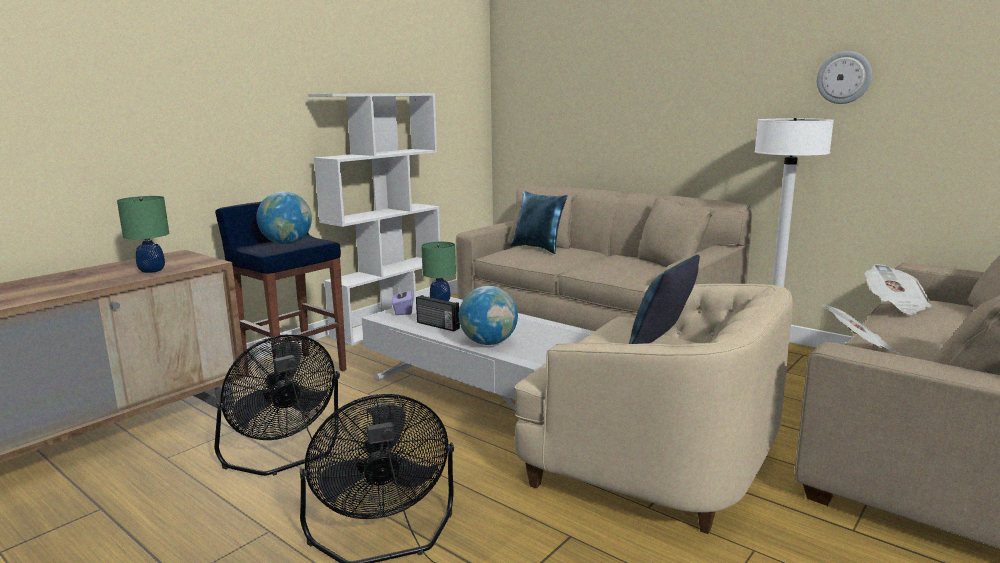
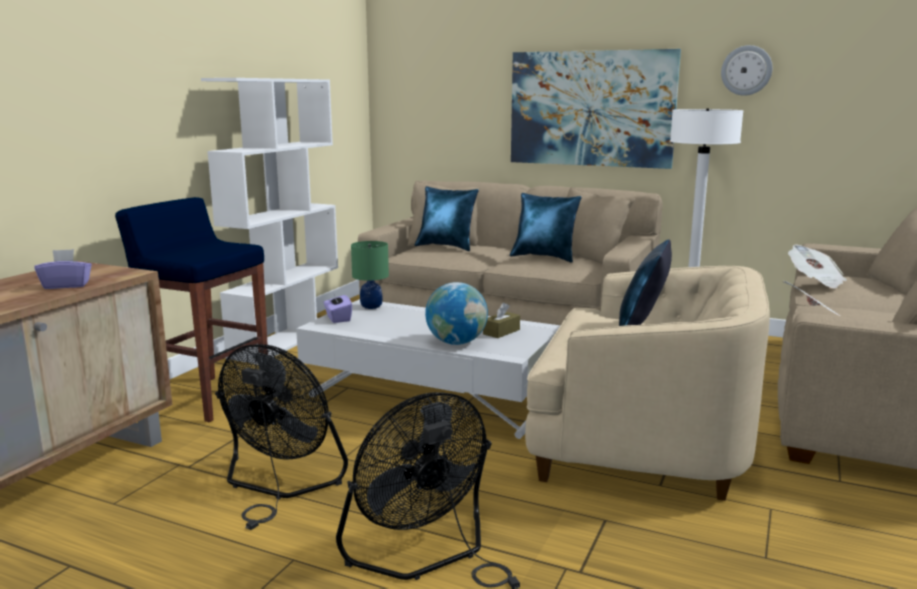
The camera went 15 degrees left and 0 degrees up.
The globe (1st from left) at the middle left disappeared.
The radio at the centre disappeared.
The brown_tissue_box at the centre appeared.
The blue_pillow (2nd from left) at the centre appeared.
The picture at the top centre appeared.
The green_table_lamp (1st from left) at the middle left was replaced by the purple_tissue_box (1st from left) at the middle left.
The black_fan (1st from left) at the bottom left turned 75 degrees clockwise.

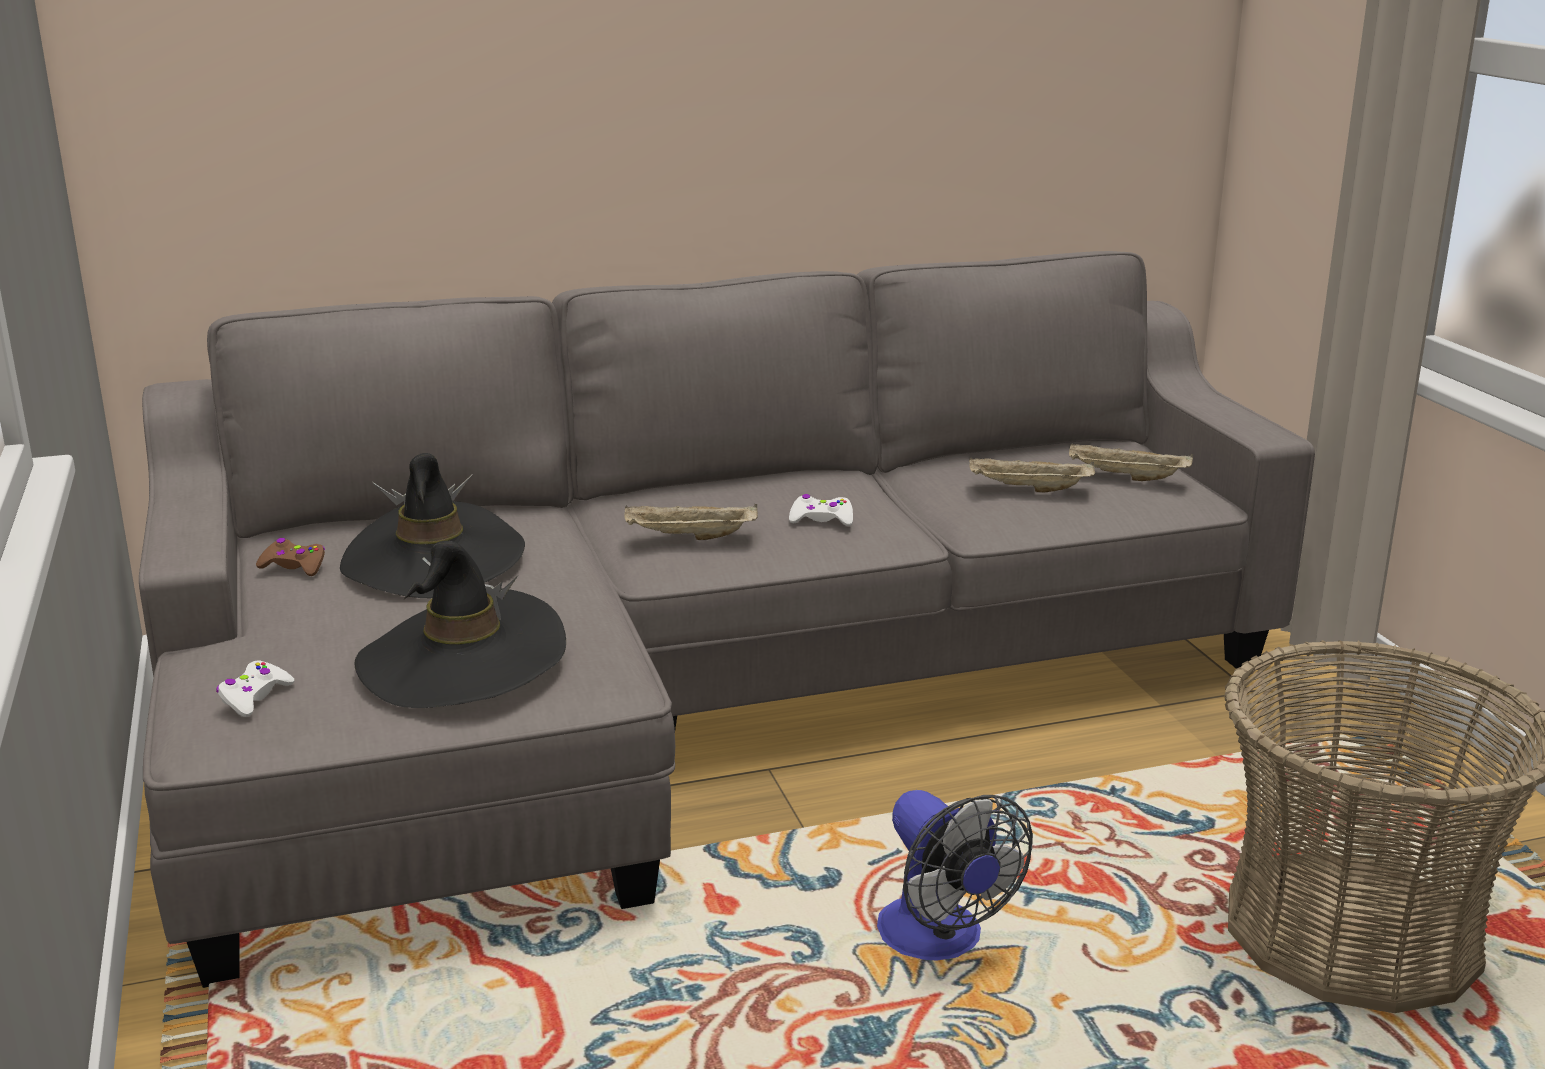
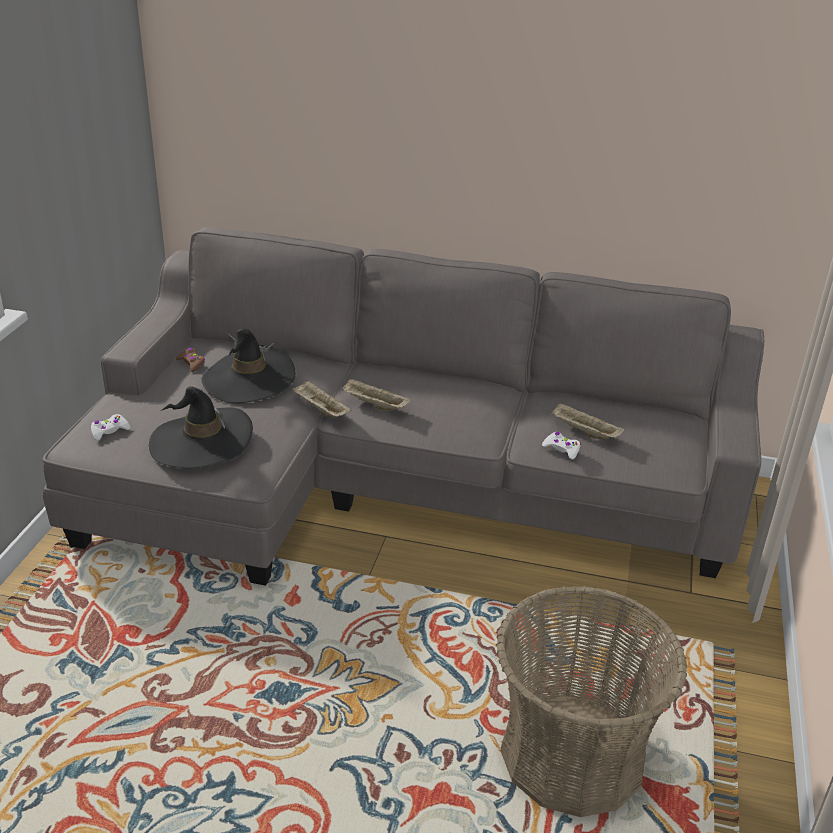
The camera went 30 degrees right and 10 degrees up.
The fan at the bottom centre disappeared.
The white_game_controller (2nd from left) moved from the centre to the middle right.
The beige_tray (3rd from left in the first image) moved from the middle right to the centre.

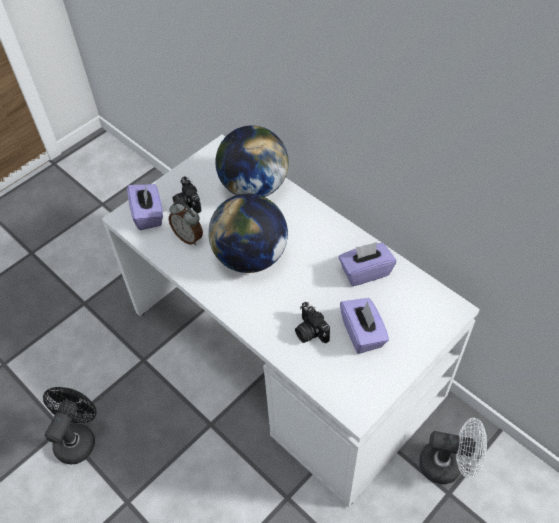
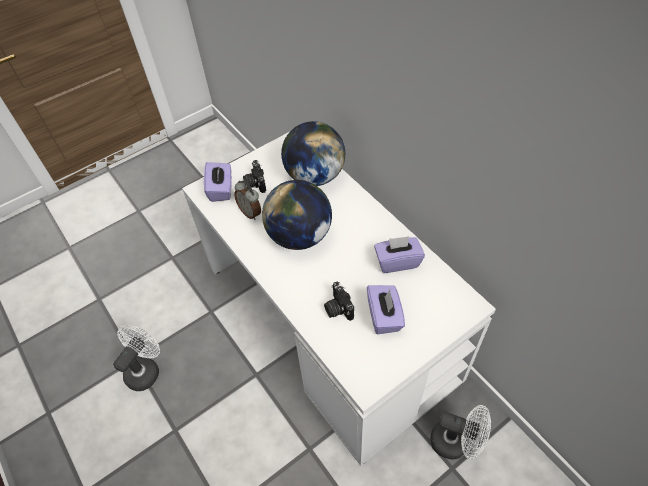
The camera went 10 degrees right and 0 degrees up.
The black_fan at the bottom left became the white_fan (1st from left) at the bottom left.

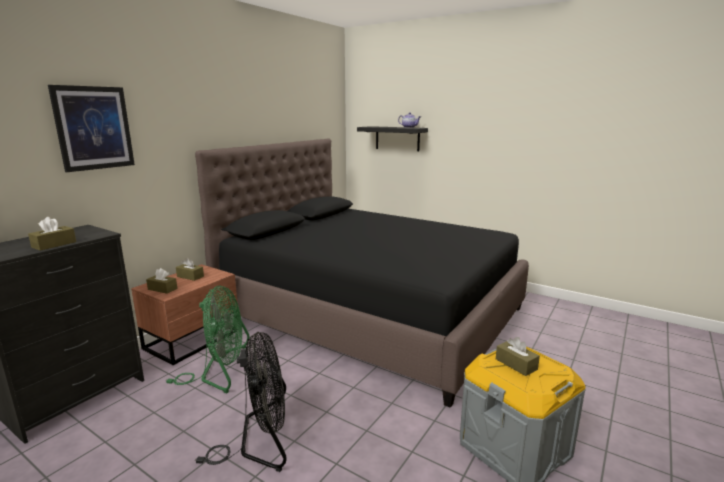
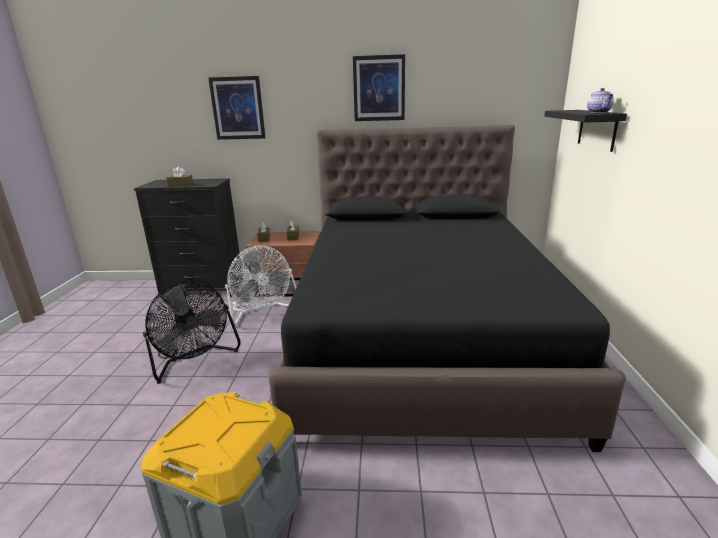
The camera went 60 degrees right and 5 degrees up.
The brown_tissue_box (4th from left) at the bottom right disappeared.
The picture (2nd from left) at the top centre appeared.
The green_fan at the bottom left became the white_fan at the centre.

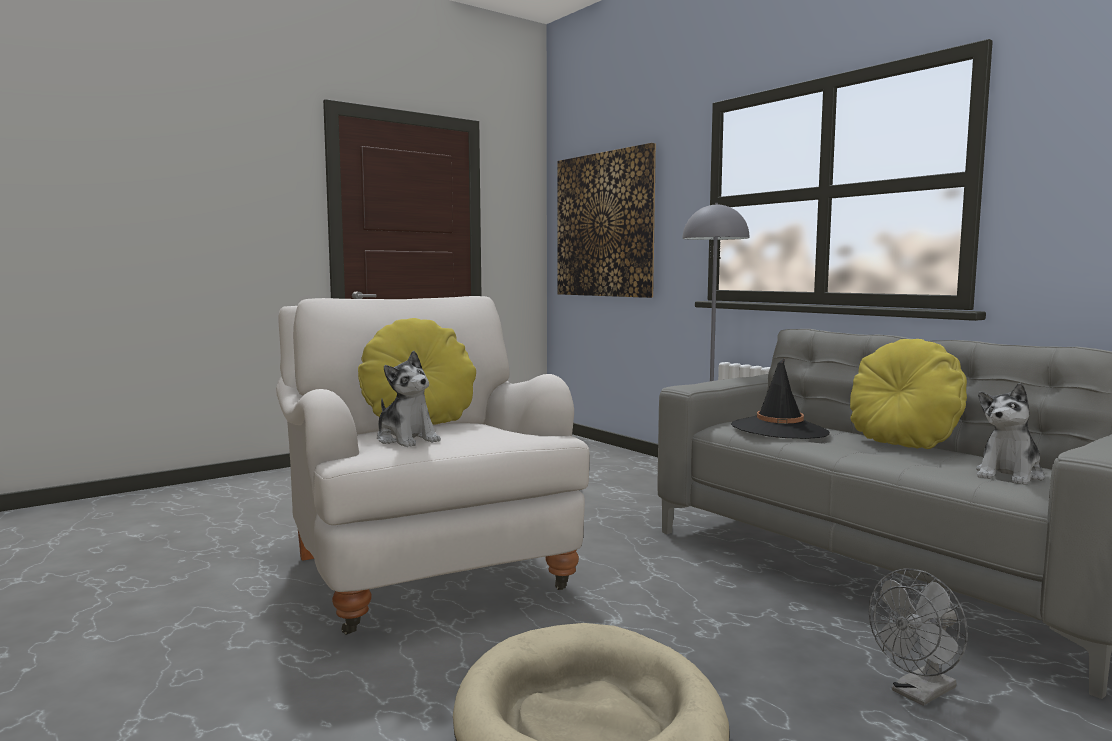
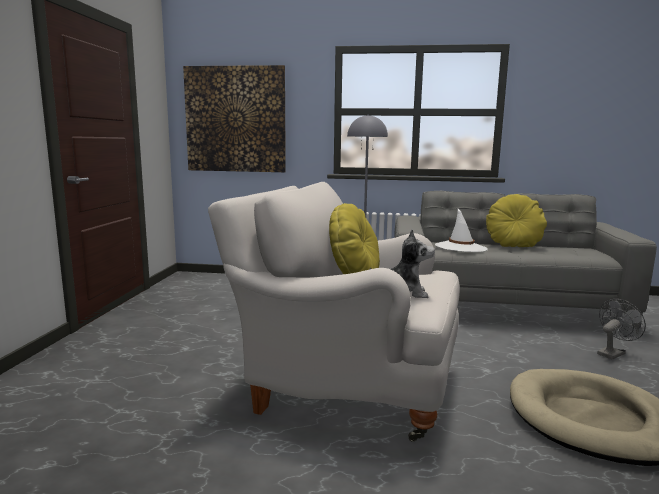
The camera went 45 degrees left and 5 degrees up.
The plush_toy (2nd from left) at the middle right disappeared.
The black_hat at the middle right became the white_hat at the middle right.
The grey_fan at the bottom right turned 135 degrees counterclockwise.

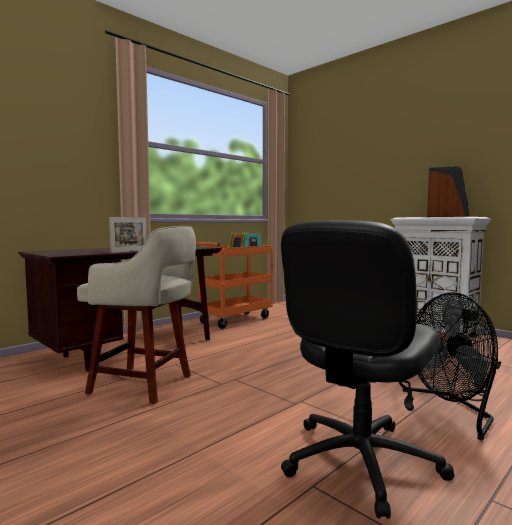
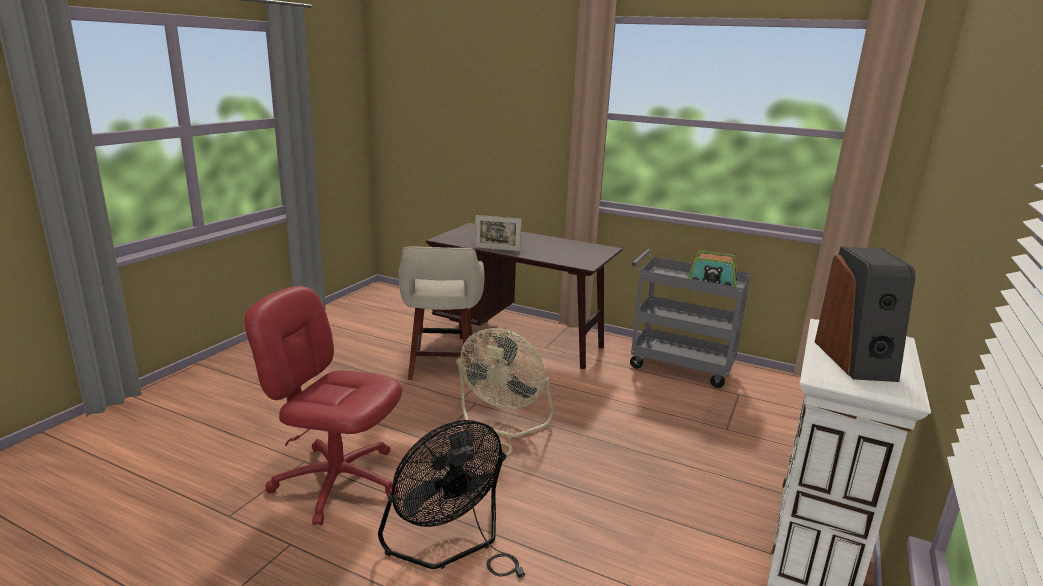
The camera went 70 degrees right and 15 degrees up.
The beige_fan at the bottom centre appeared.
The orange_cart at the centre became the grey_cart at the centre.
The black_office_chair at the bottom right became the red_office_chair at the bottom left.

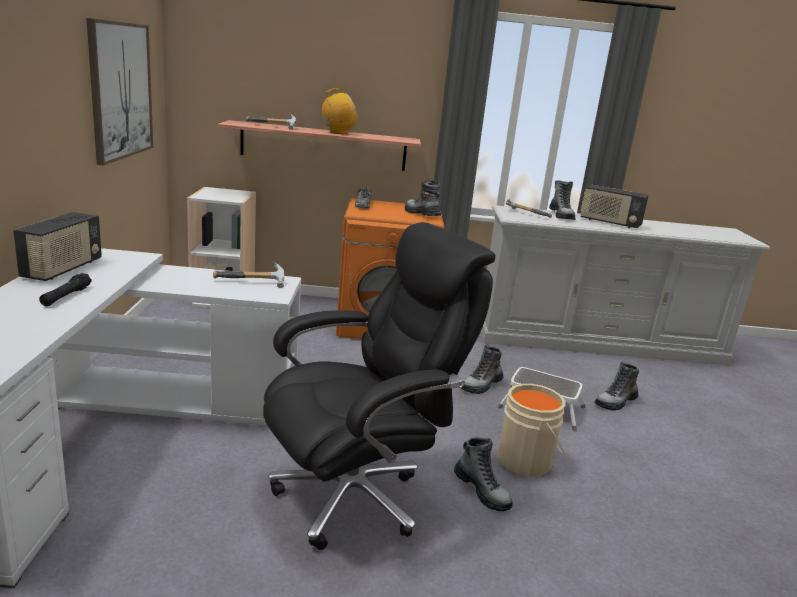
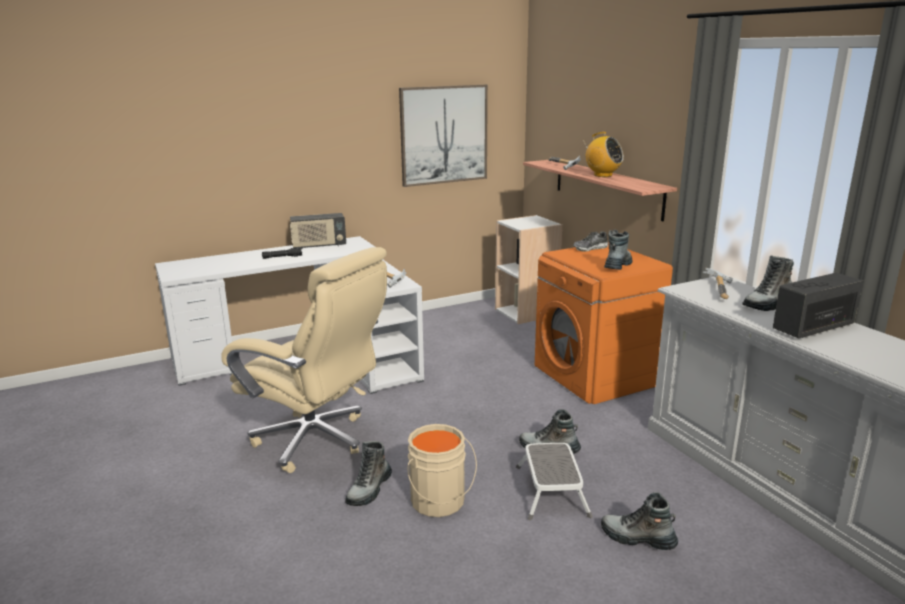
The camera went 65 degrees right and 0 degrees up.
The black_office_chair at the centre became the beige_office_chair at the centre.
The radio (3rd from left) at the middle right turned 60 degrees clockwise.

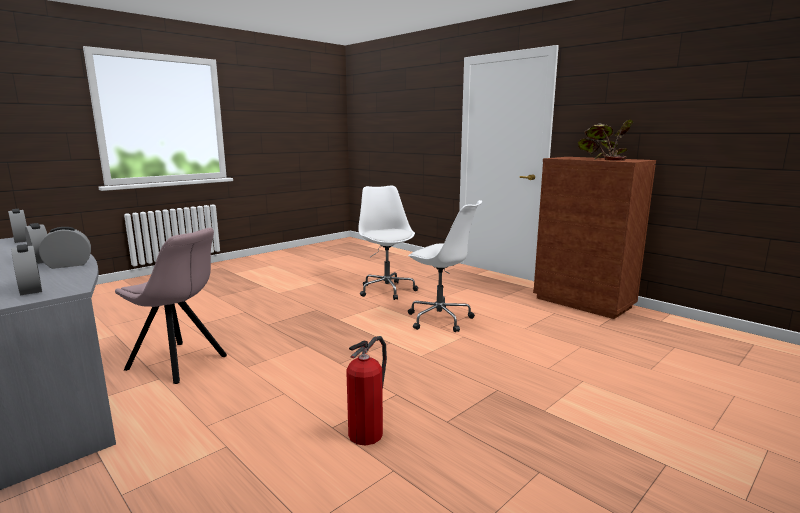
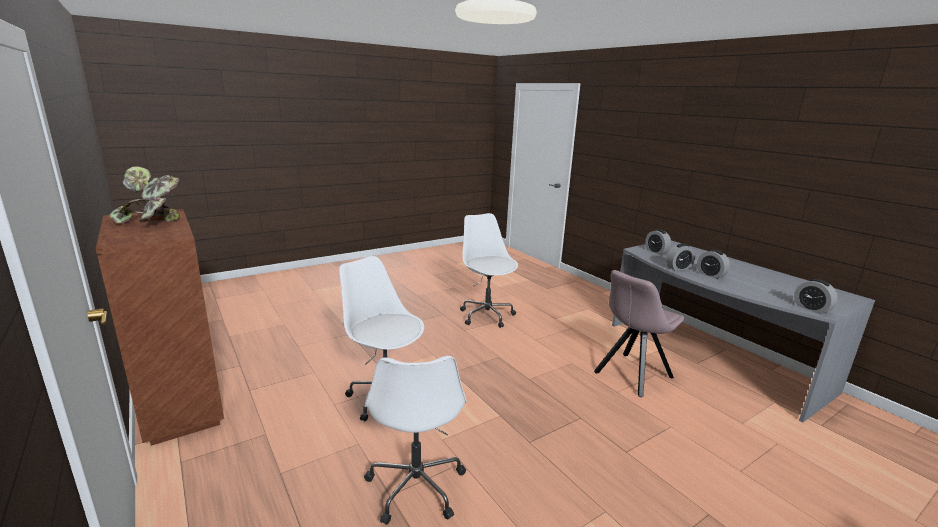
The camera went 170 degrees left and 5 degrees up.
The fire_extinguisher at the bottom centre was replaced by the white_office_chair (3rd from left) at the centre.
The pink_chair at the middle left turned 75 degrees counterclockwise.

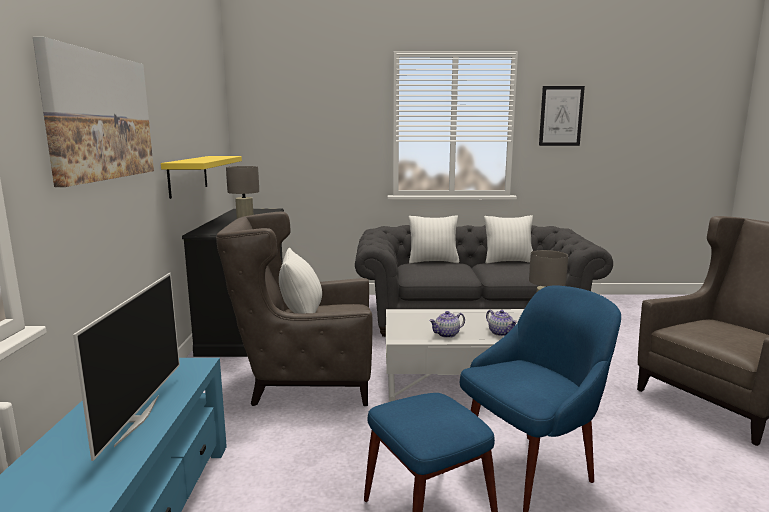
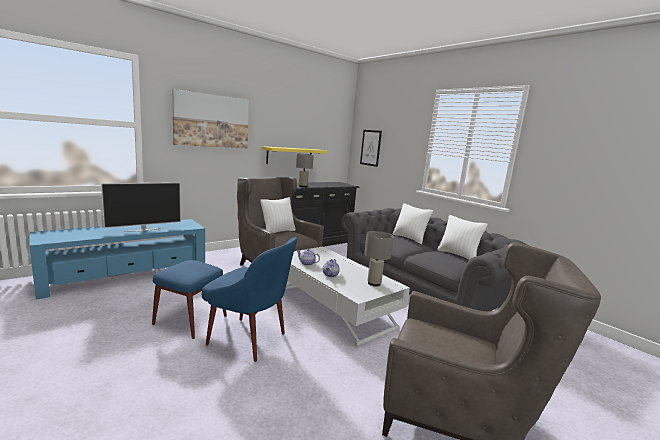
The camera went 50 degrees right and 0 degrees up.
The picture (2nd from left) moved from the top right to the centre.

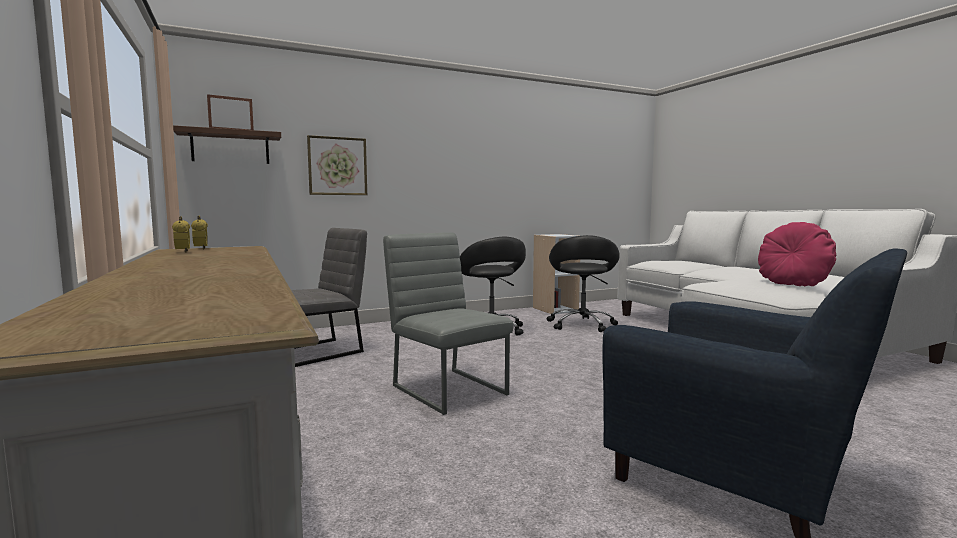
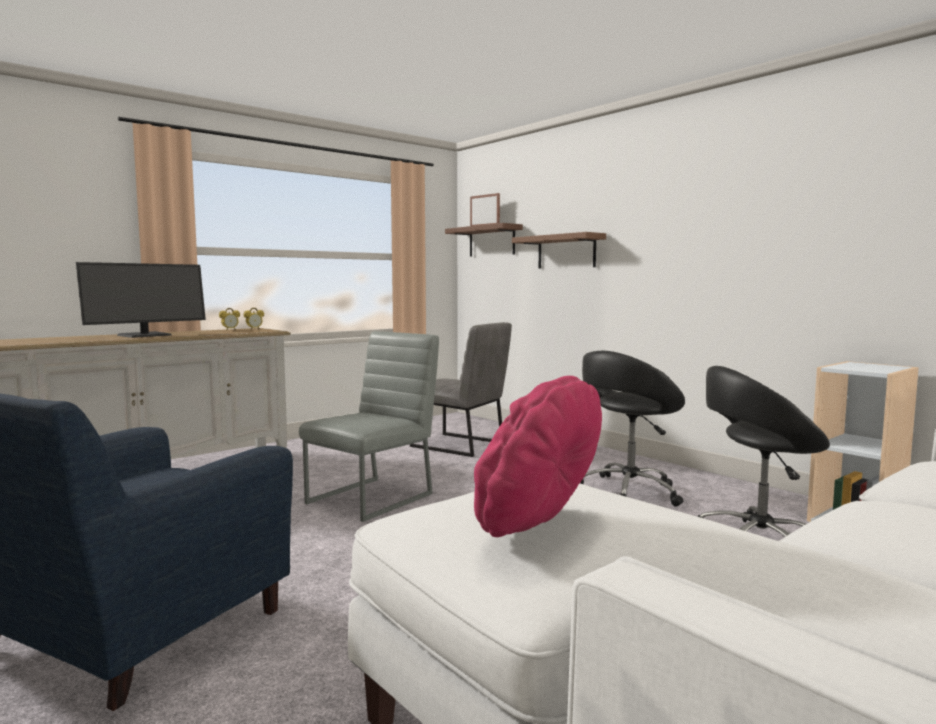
The camera went 75 degrees right and 0 degrees up.
The monitor at the middle left appeared.
The picture at the top centre was replaced by the brown_shelf (2nd from left) at the centre.

